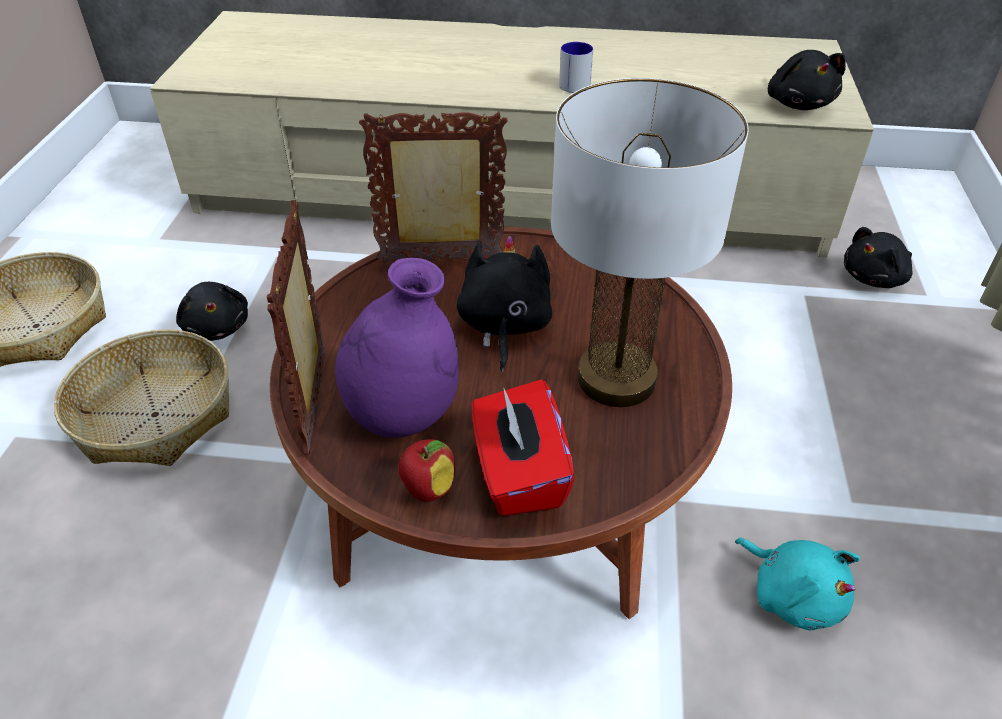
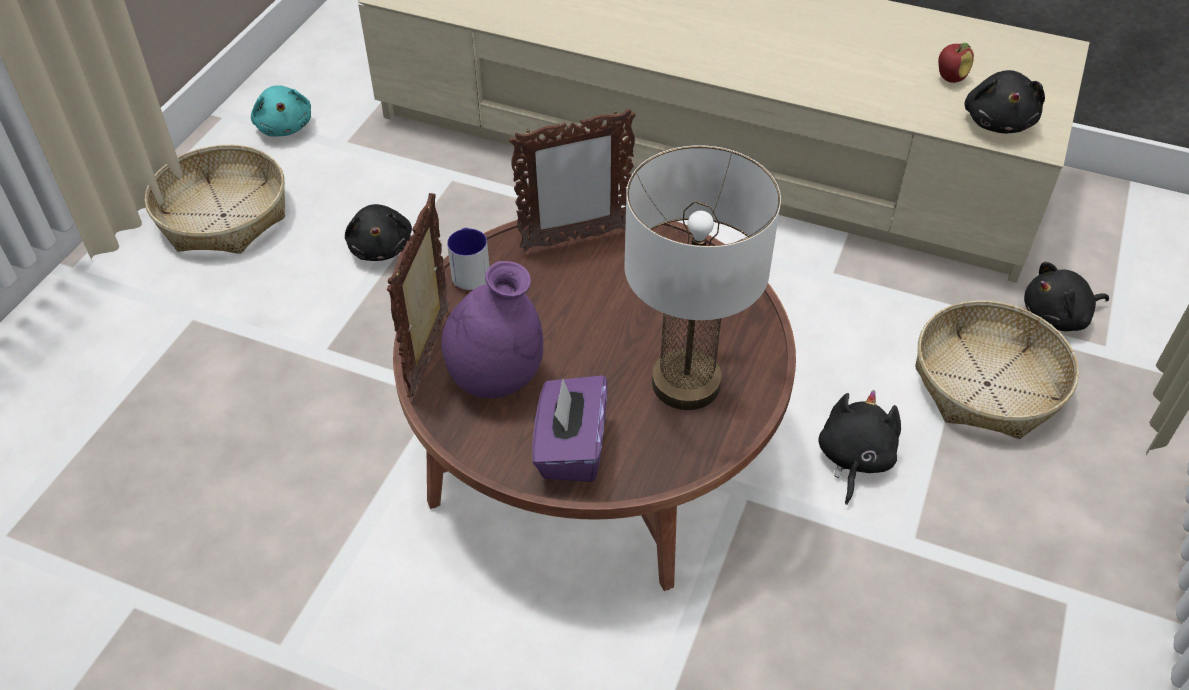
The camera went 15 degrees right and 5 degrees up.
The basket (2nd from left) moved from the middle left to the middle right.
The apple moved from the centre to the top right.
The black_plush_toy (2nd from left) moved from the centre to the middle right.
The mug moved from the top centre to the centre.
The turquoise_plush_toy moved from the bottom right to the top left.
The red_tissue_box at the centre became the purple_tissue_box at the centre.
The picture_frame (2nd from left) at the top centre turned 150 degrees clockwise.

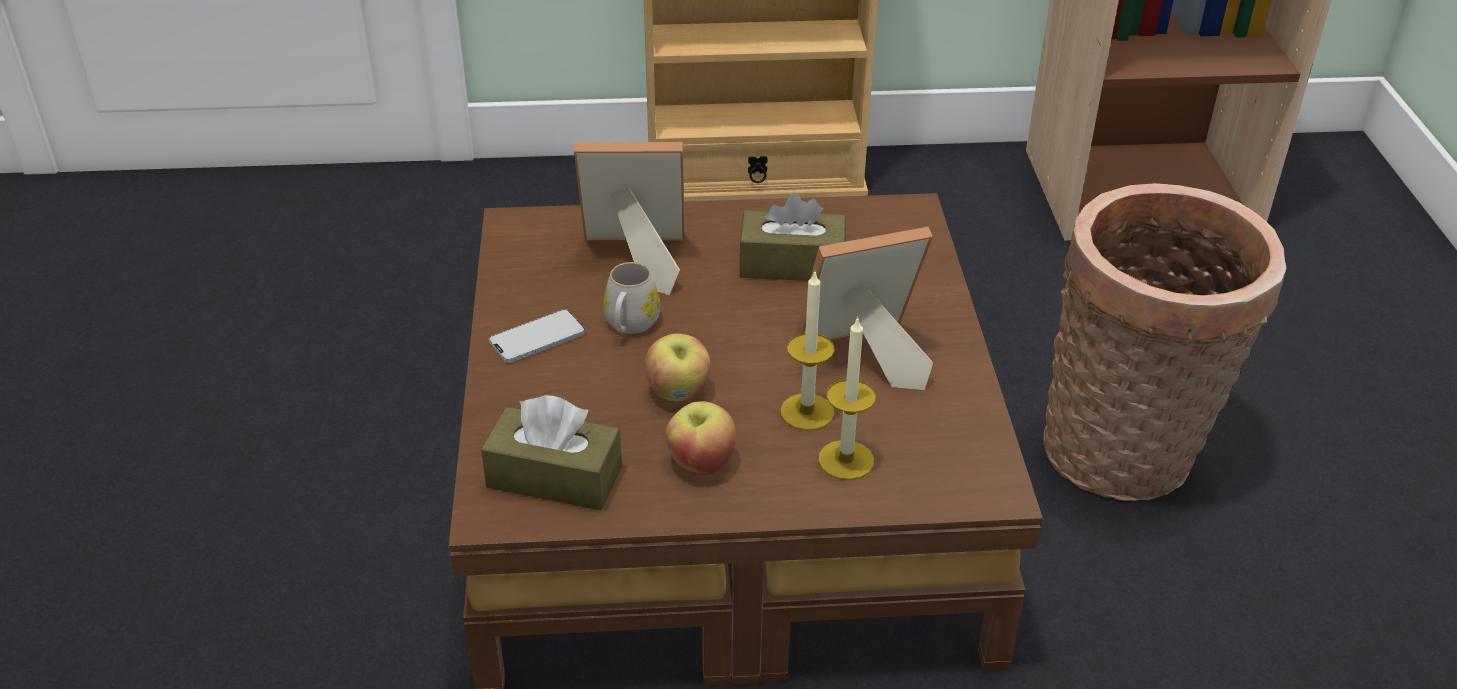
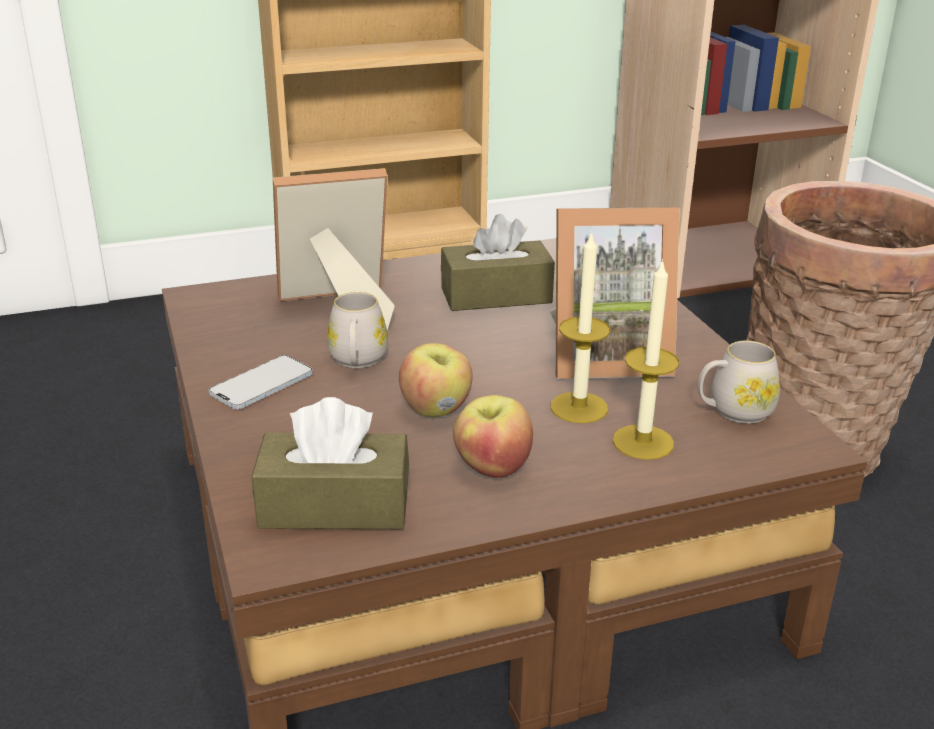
The camera went 15 degrees left and 10 degrees down.
The white_mug (2nd from left) at the middle right appeared.
The picture_frame (2nd from left) at the centre turned 150 degrees counterclockwise.

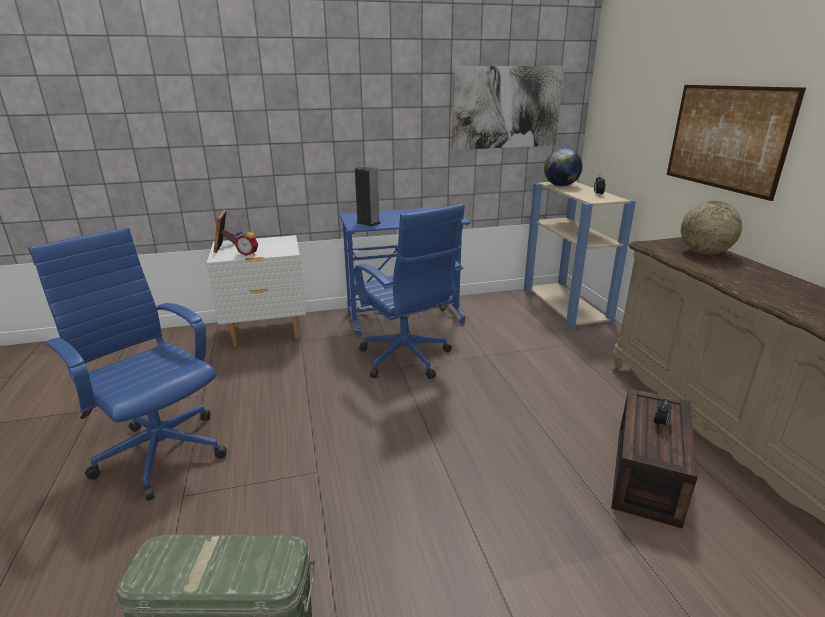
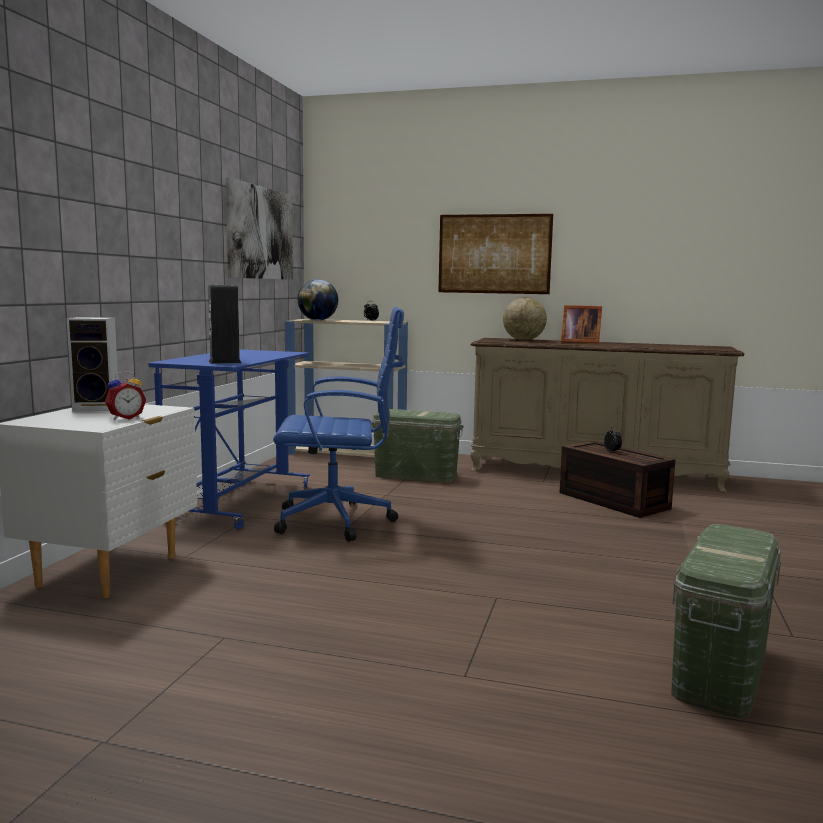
The camera went 60 degrees left and 15 degrees down.
The blue_office_chair (1st from left) at the middle left disappeared.
The speaker (1st from left) at the middle left appeared.
The green_storage_box (1st from left) at the centre appeared.
The picture_frame moved from the middle left to the middle right.

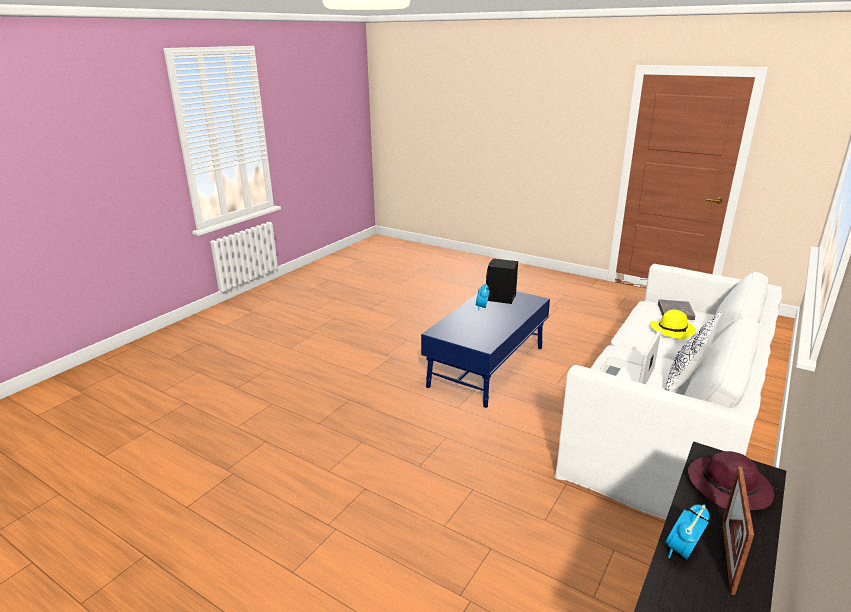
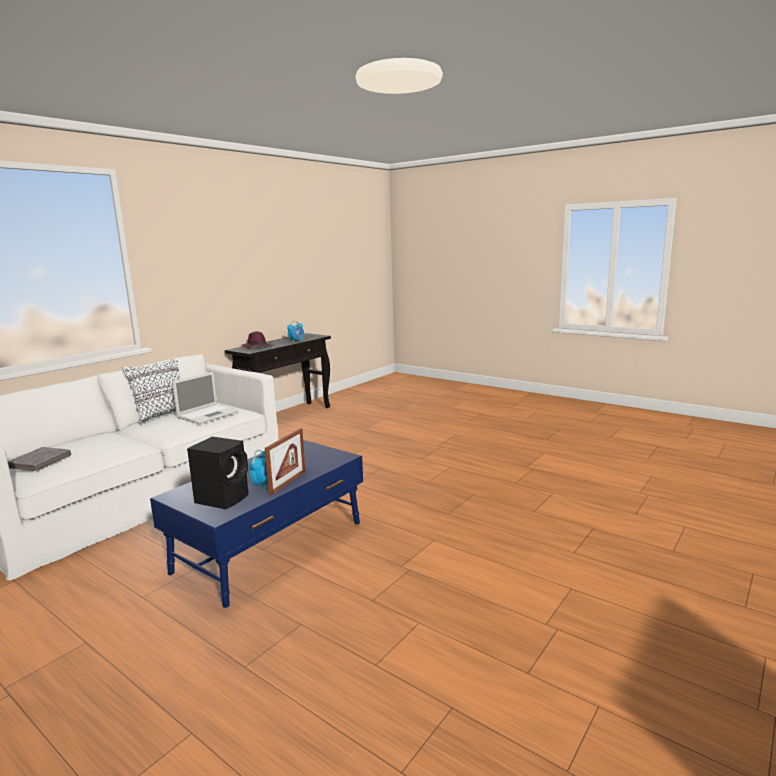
The camera went 175 degrees left and 10 degrees down.
The yellow_hat at the middle right disappeared.
The picture_frame moved from the bottom right to the centre.

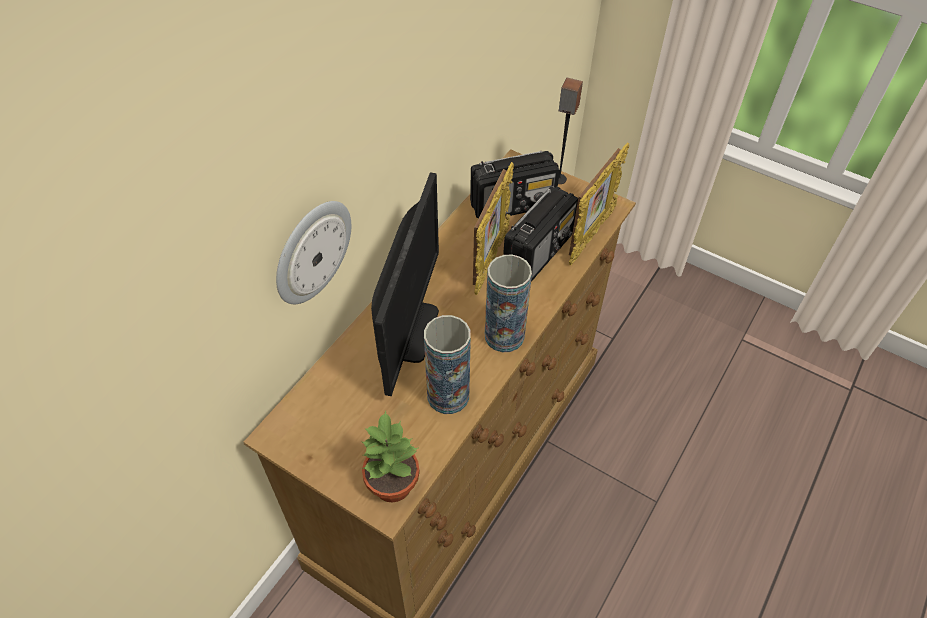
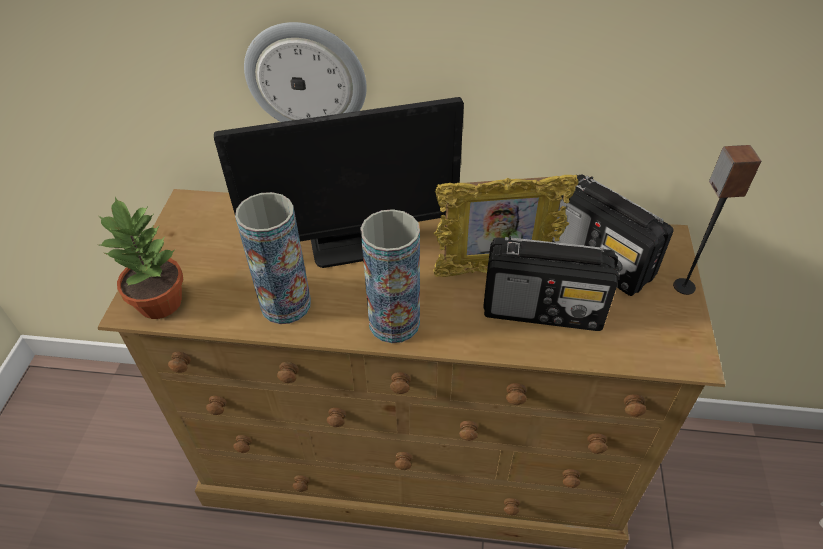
The camera went 65 degrees right and 5 degrees down.
The picture_frame (2nd from left) at the top centre disappeared.

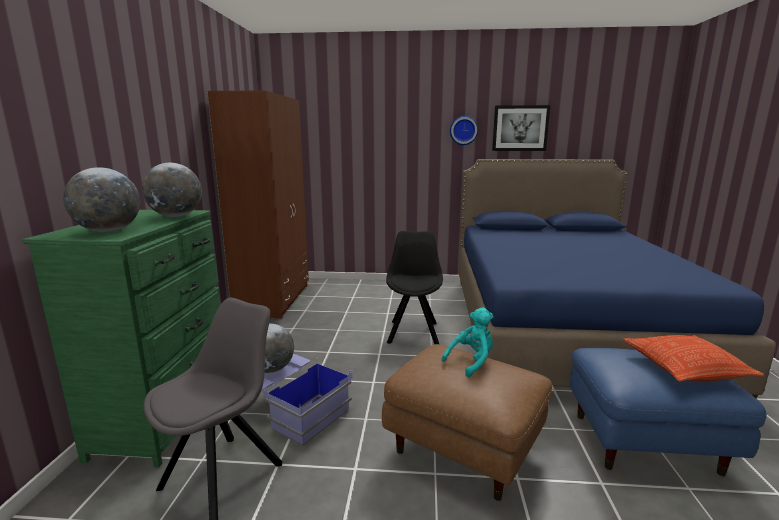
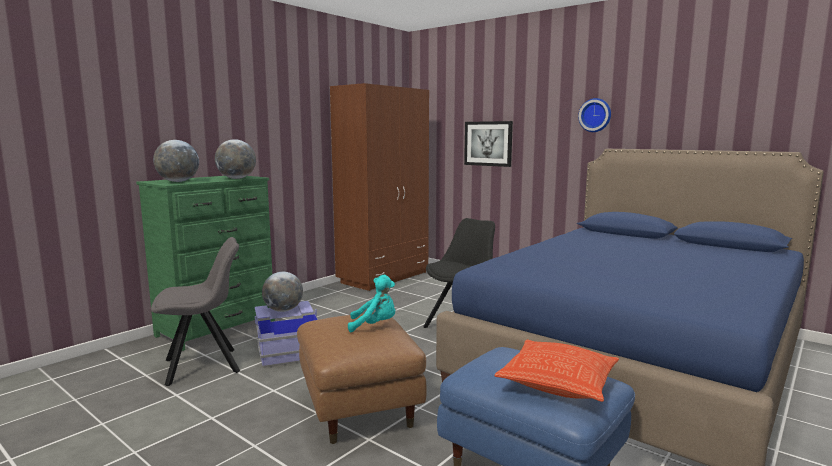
The camera went 35 degrees right and 5 degrees down.
The picture moved from the top right to the top centre.

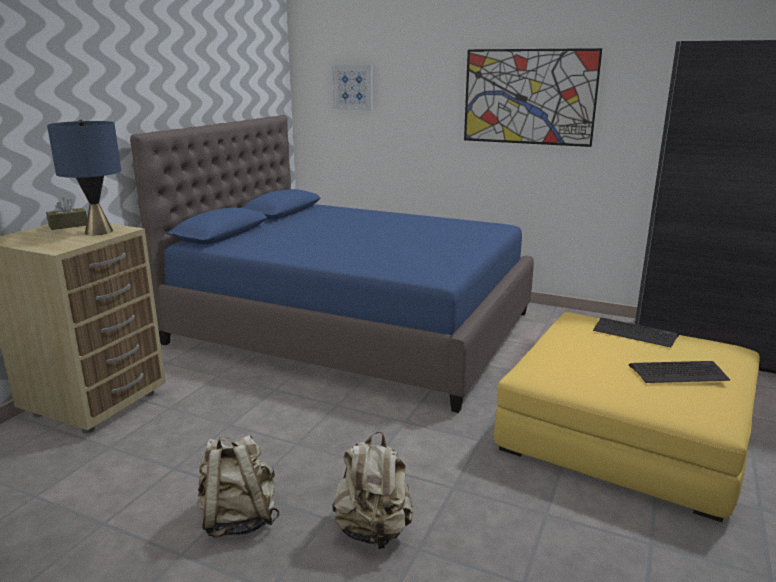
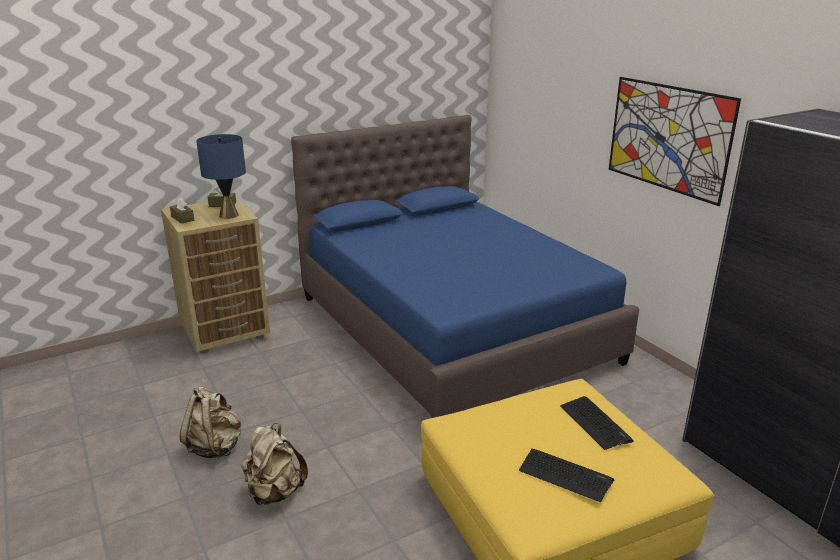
The camera went 35 degrees right and 5 degrees up.
The picture (1st from left) at the top centre disappeared.
The brown_tissue_box (1st from left) at the middle left appeared.

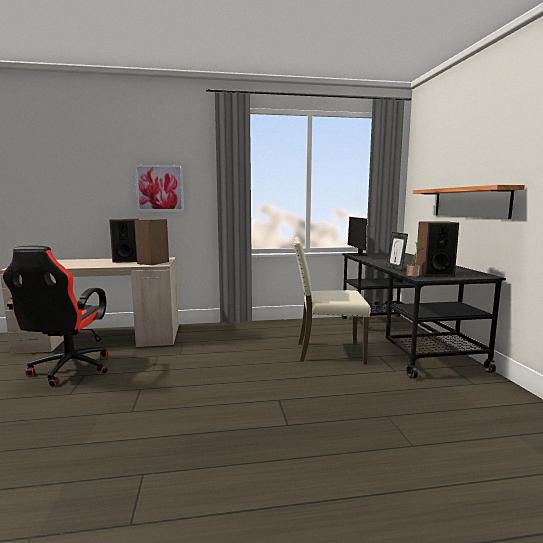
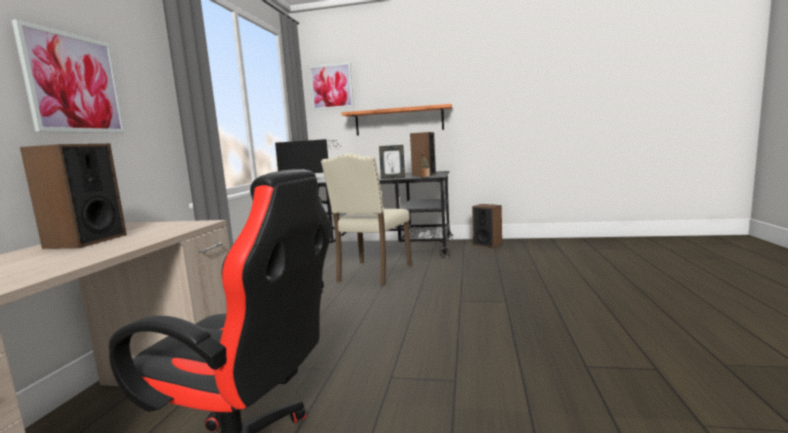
The camera went 70 degrees left and 0 degrees up.
The picture (2nd from left) at the top centre appeared.
The speaker (2nd from left in the first image) moved from the middle left to the centre.

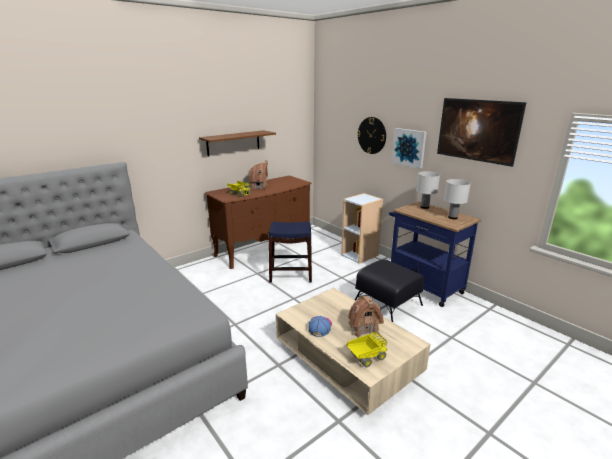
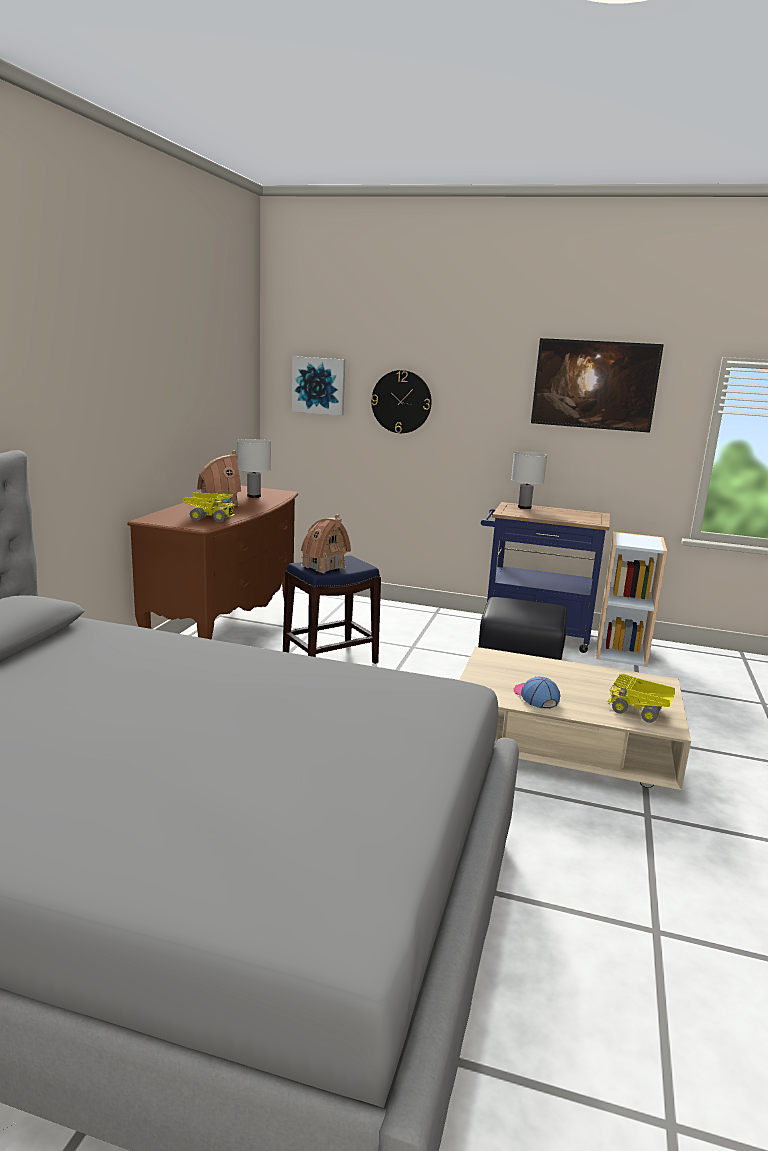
The camera went 35 degrees left and 5 degrees down.
The brown_shelf at the top centre disappeared.
The bookcase moved from the centre to the middle right.
The toy_house (2nd from left) moved from the bottom centre to the centre.
The picture (1st from left) moved from the top right to the centre.
The white_table_lamp (2nd from left in the first image) moved from the middle right to the middle left.
The toy_truck (2nd from left) at the bottom centre turned 90 degrees counterclockwise.

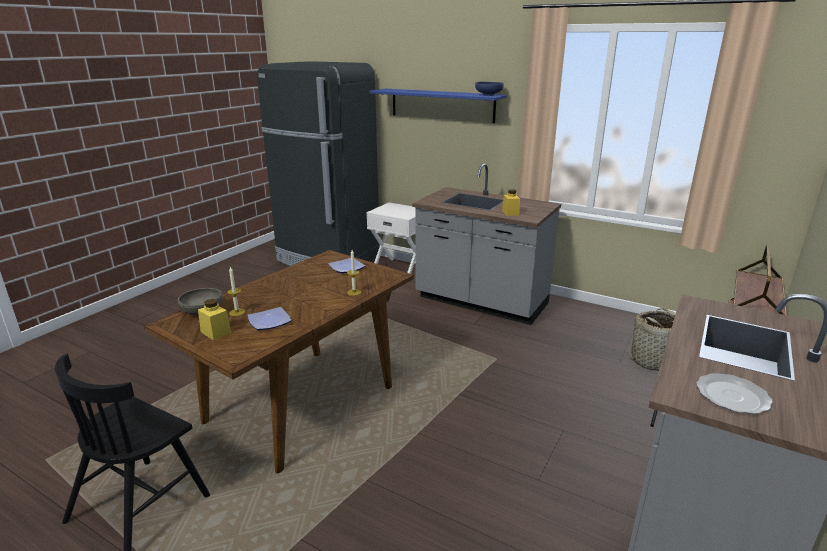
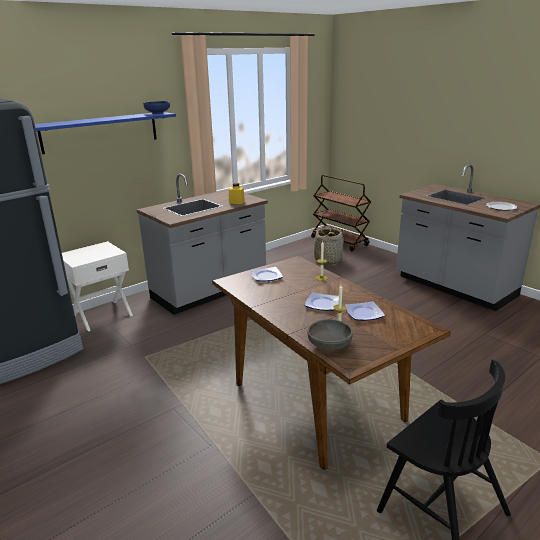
The camera went 70 degrees left and 0 degrees up.
The yellow_jar (1st from left) at the middle left disappeared.
The plate (2nd from left) at the centre appeared.

